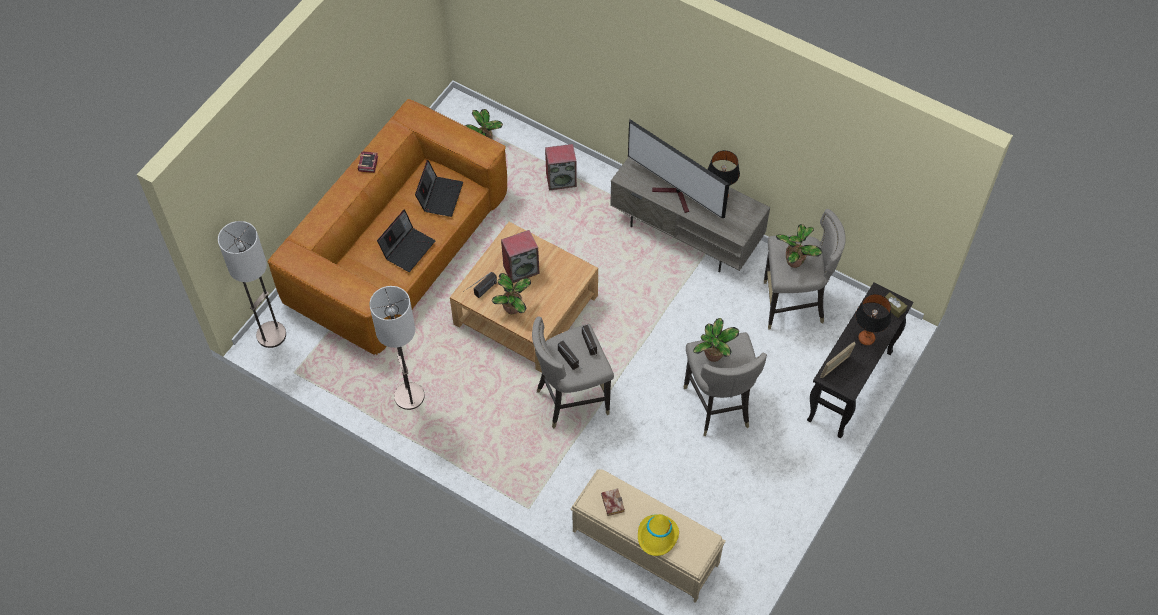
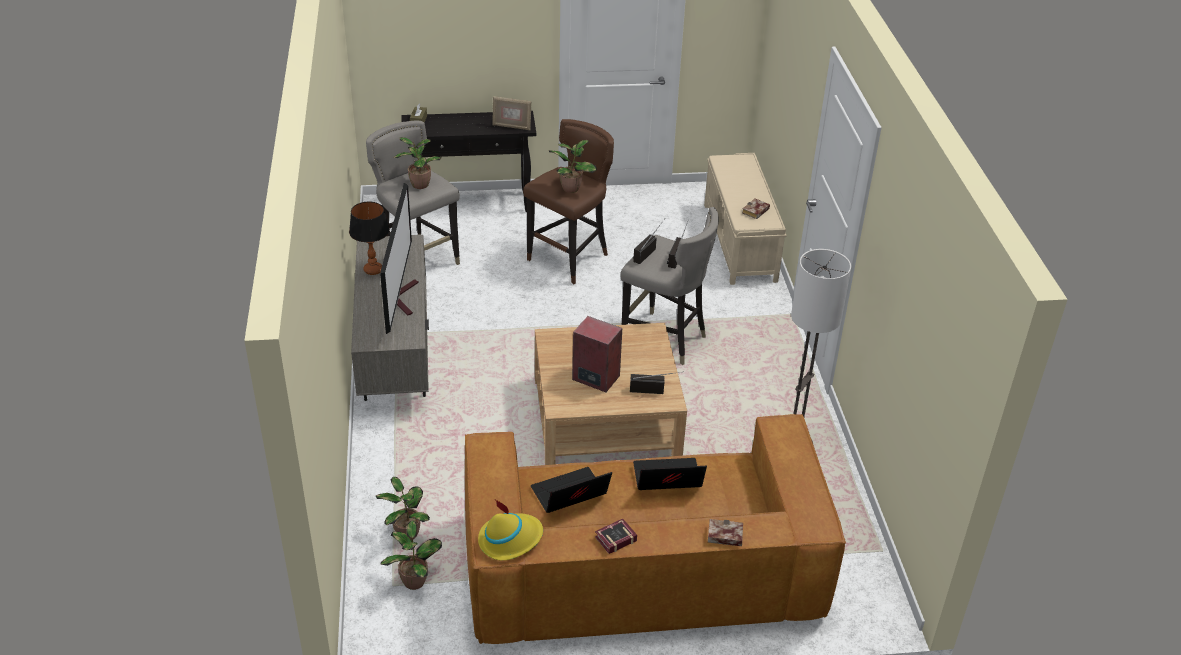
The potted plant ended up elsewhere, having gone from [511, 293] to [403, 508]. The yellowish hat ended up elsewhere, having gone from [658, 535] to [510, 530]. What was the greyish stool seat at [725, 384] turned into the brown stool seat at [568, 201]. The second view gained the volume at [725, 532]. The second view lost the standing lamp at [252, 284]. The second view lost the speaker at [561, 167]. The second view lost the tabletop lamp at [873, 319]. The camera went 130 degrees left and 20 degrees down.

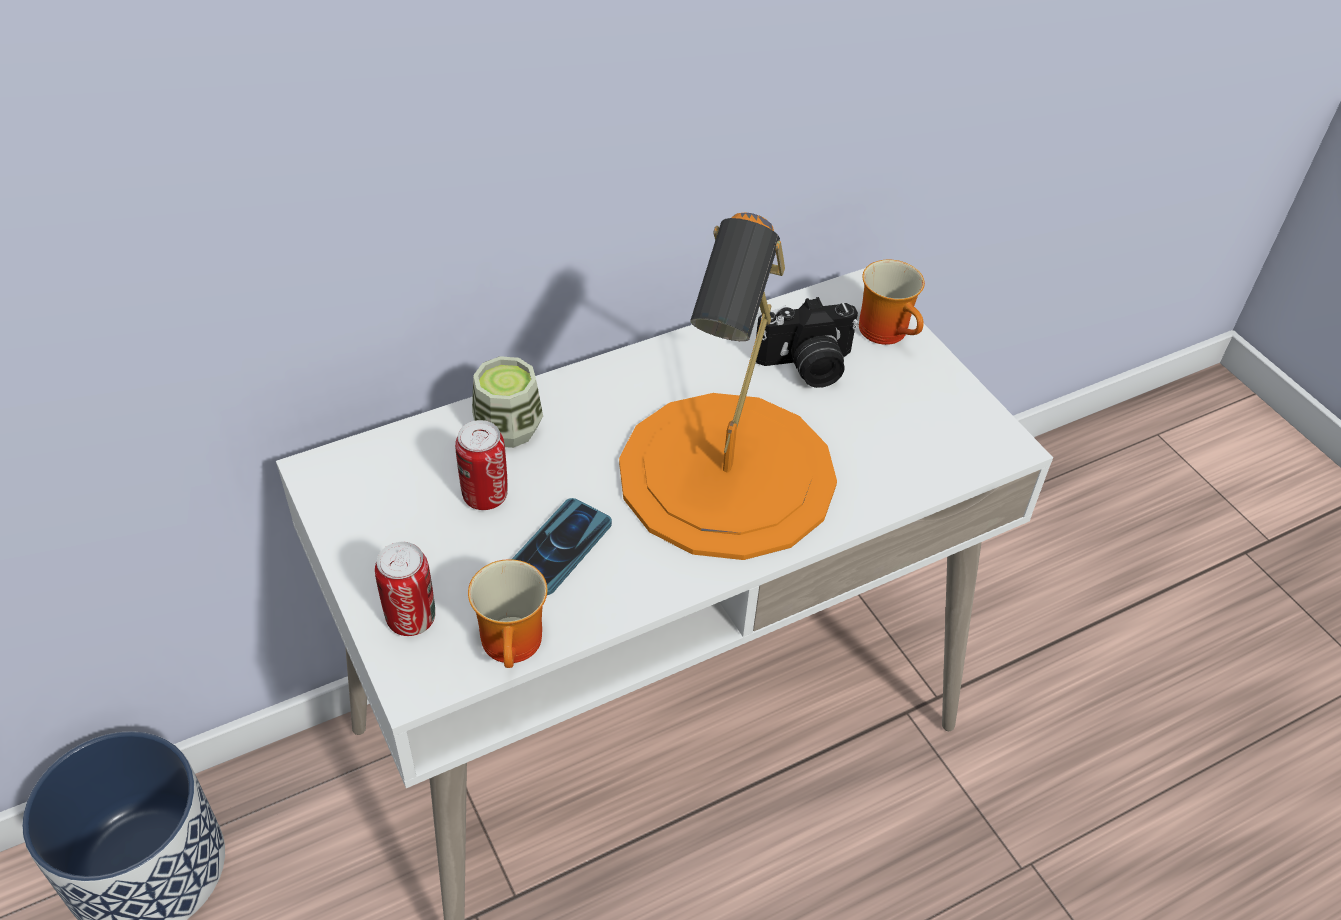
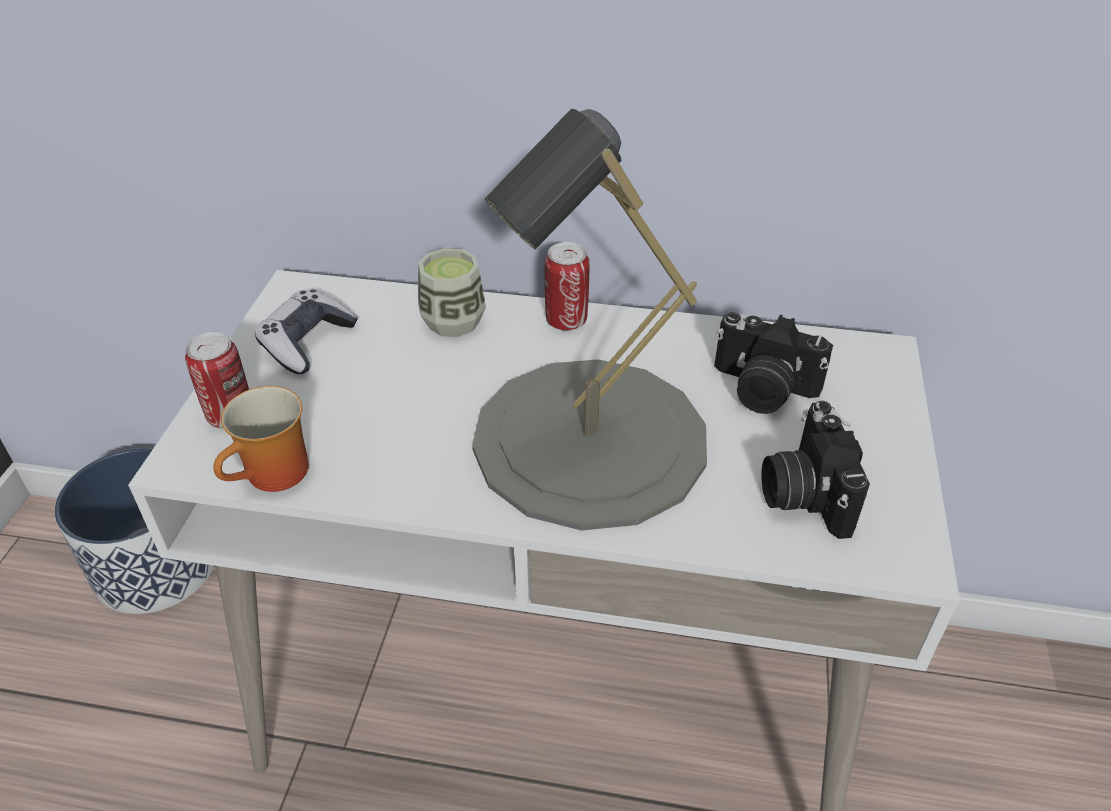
The second view gained the gamepad at [306, 331]. What was the orange tabletop lamp at [728, 386] turned into the greyish tabletop lamp at [589, 319]. The metal can ended up elsewhere, having gone from [481, 465] to [567, 286]. The second view gained the photo camera at [815, 470]. The second view lost the handset at [561, 546]. The second view lost the coffee mug at [892, 302]. The camera went 40 degrees right and 5 degrees down.

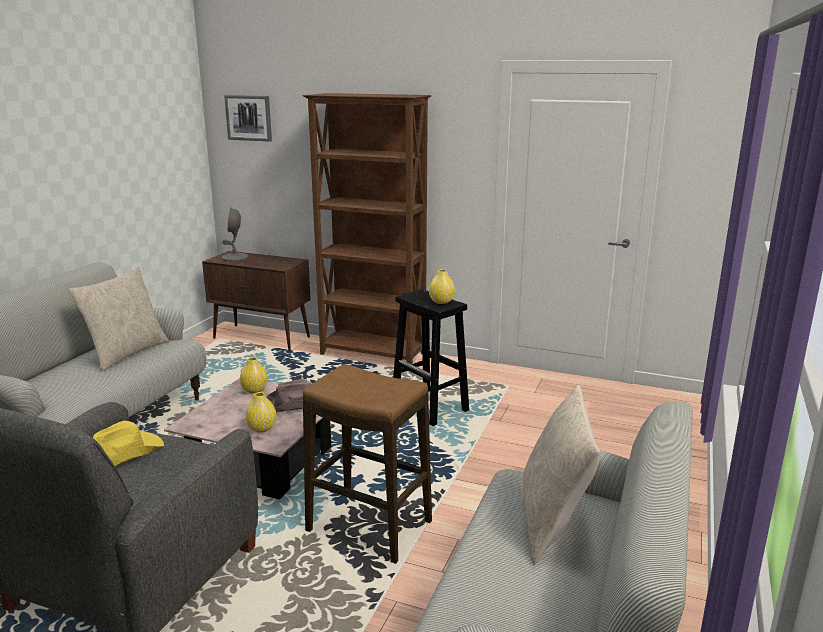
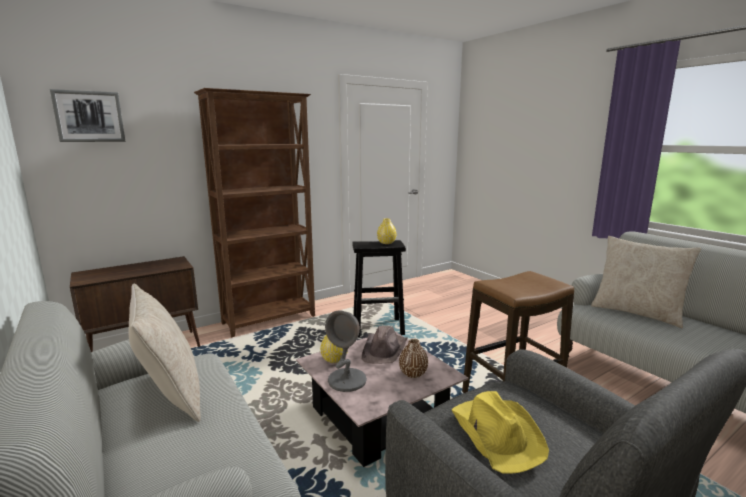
The greyish tabletop lamp ended up elsewhere, having gone from [235, 235] to [346, 351]. What was the yellowish decorative vase at [261, 412] turned into the brown decorative vase at [413, 358]. The camera went 55 degrees left and 5 degrees down.

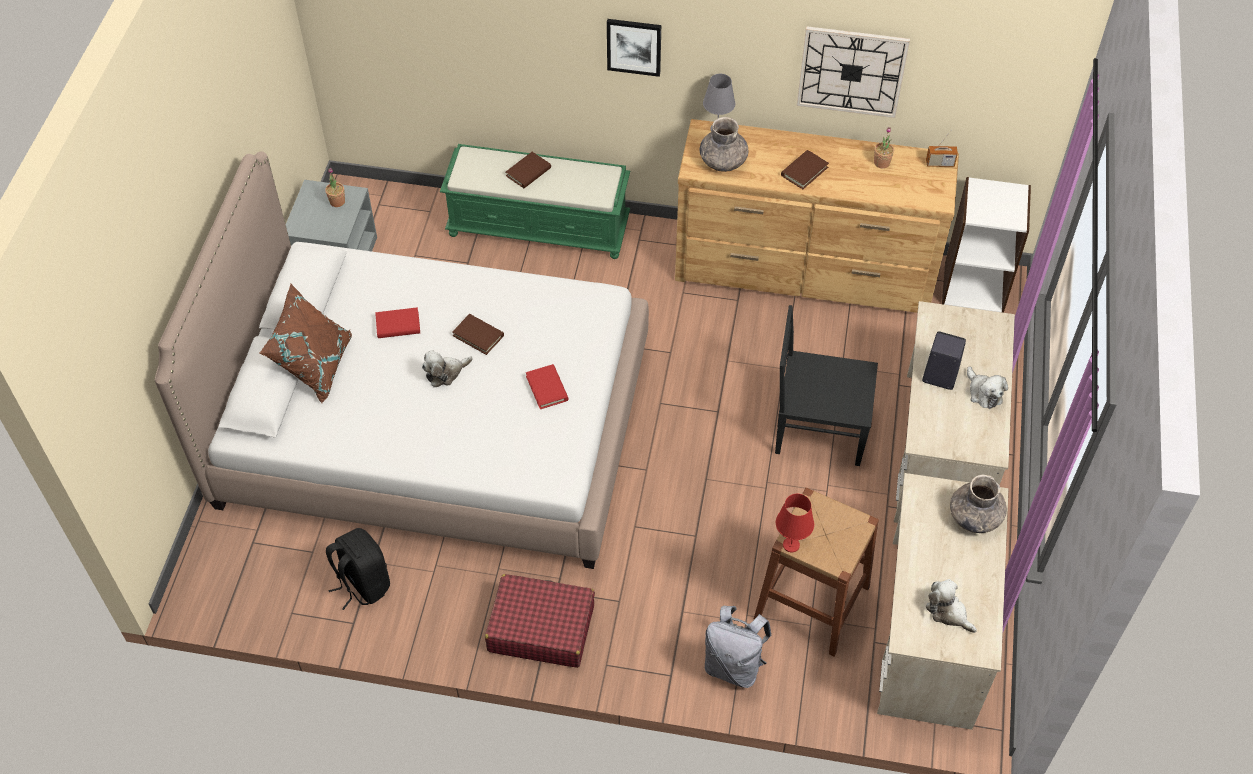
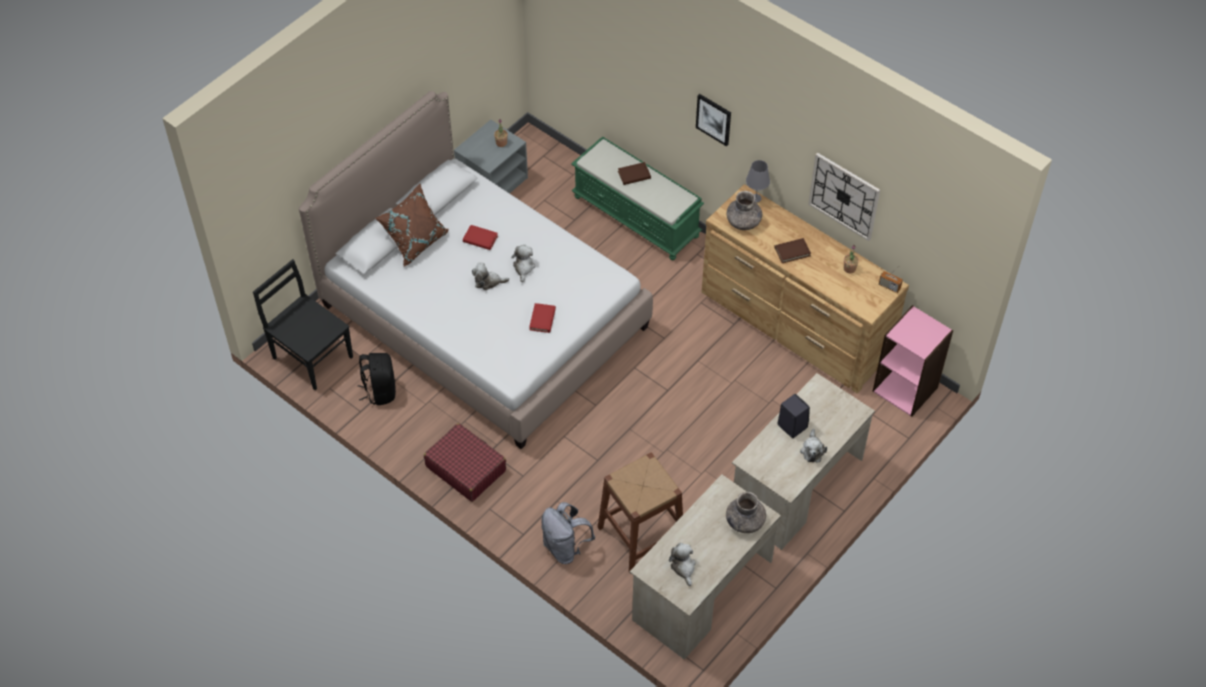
The black chair ended up elsewhere, having gone from [826, 385] to [303, 324]. Where the brown volume stood at [478, 334], the soft toy came to stand at [523, 263]. What was the white bookshelf at [986, 245] turned into the pink bookshelf at [912, 361]. The second view lost the red-coloured tabletop lamp at [795, 523]. The camera went 30 degrees right and 0 degrees up.

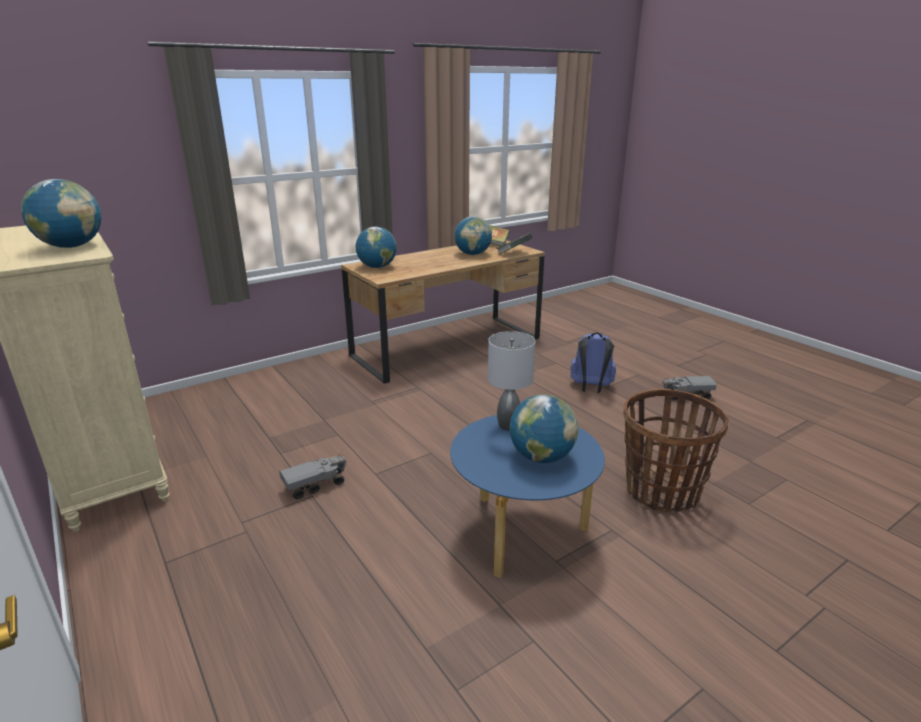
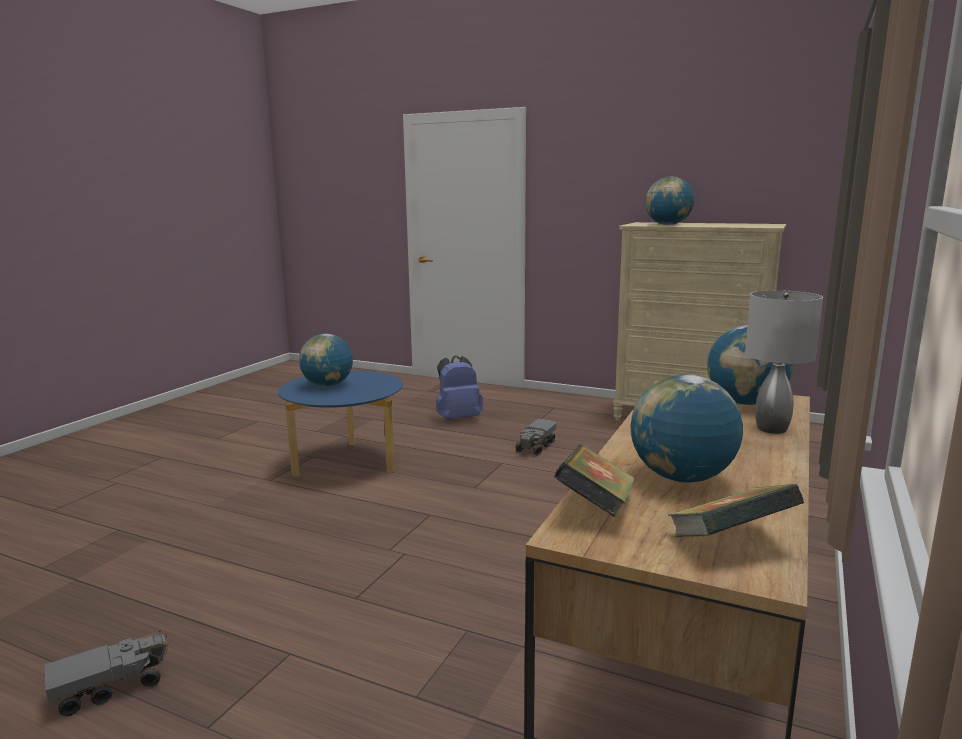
The bluish rucksack ended up elsewhere, having gone from [593, 363] to [459, 387]. The greyish tabletop lamp ended up elsewhere, having gone from [511, 381] to [784, 362]. The second view lost the storage basket at [676, 450]. The camera went 150 degrees right and 10 degrees down.

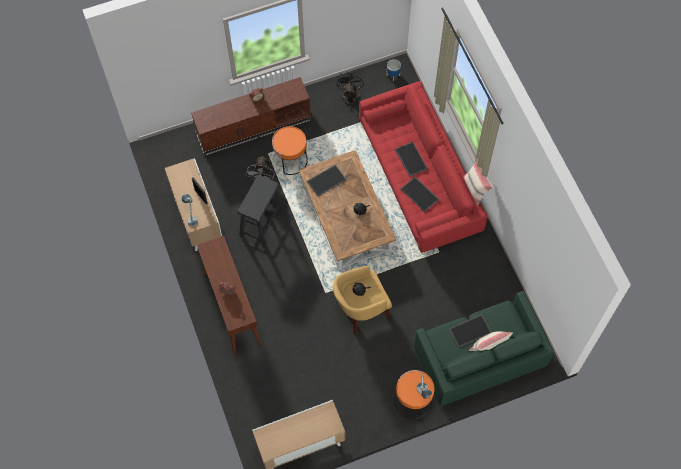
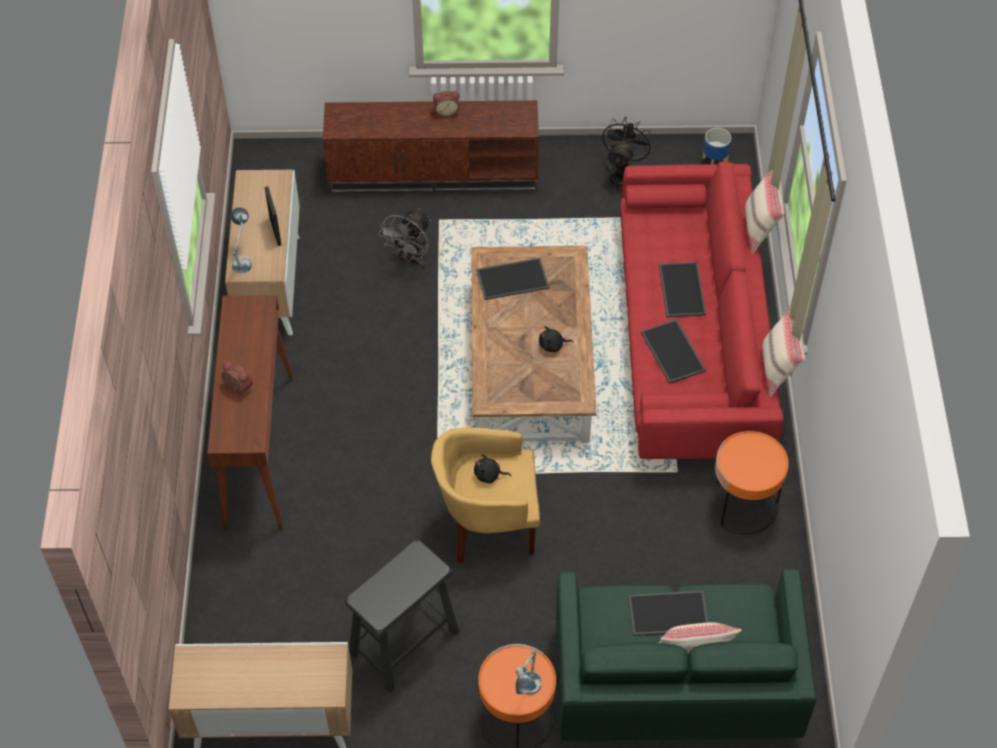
The black stool seat ended up elsewhere, having gone from [261, 211] to [401, 616]. The orange side table ended up elsewhere, having gone from [290, 150] to [752, 482]. The second view gained the beige throw pillow at [765, 212]. The camera went 20 degrees right and 10 degrees down.

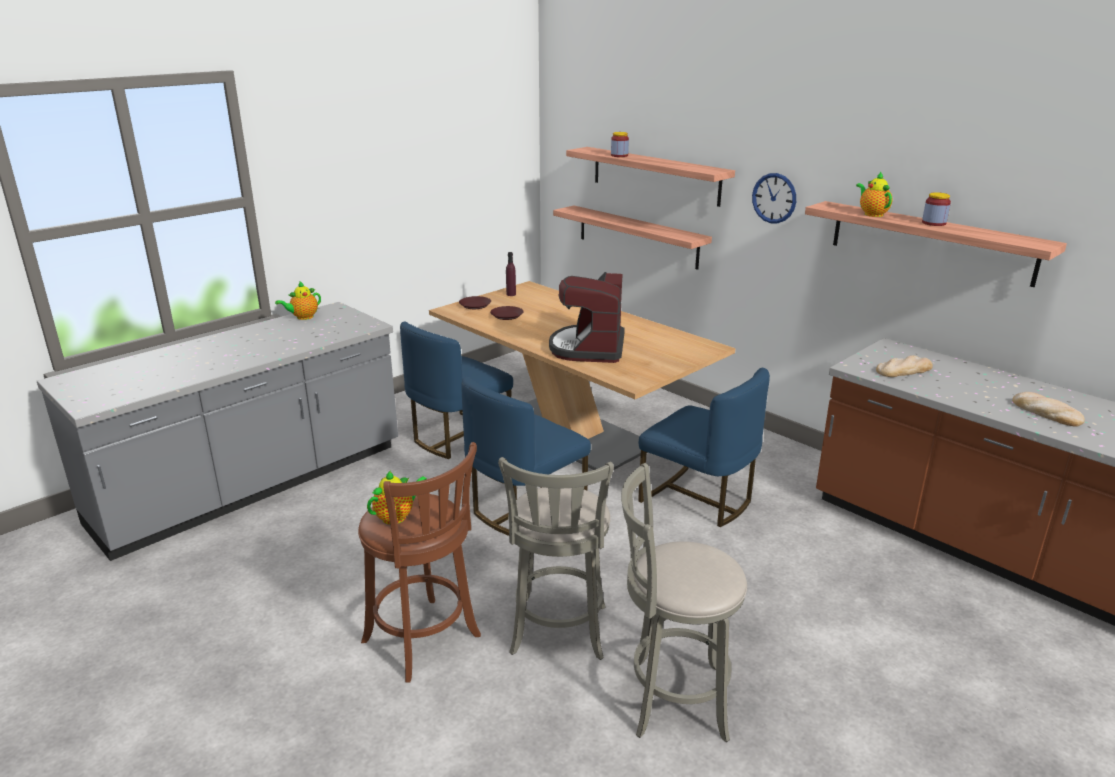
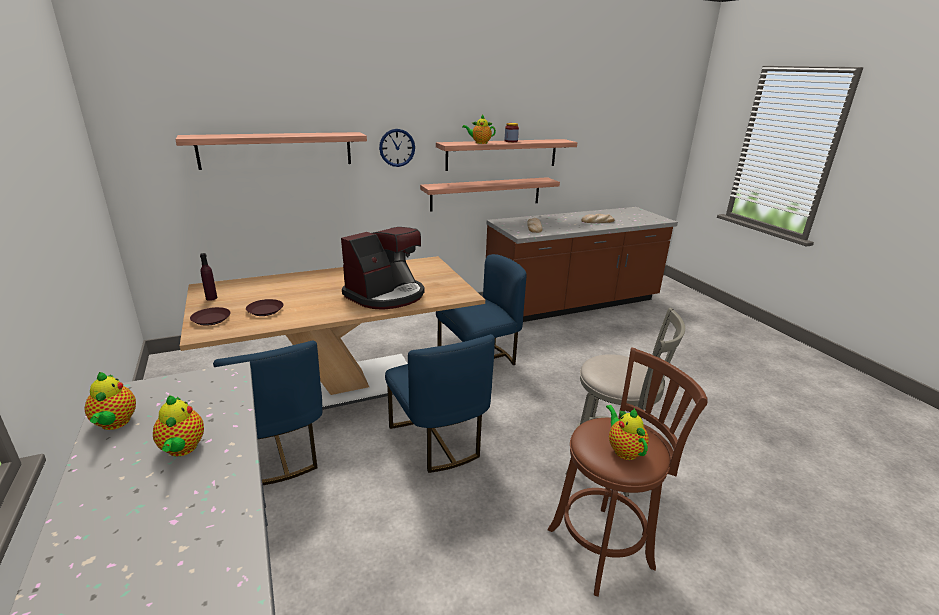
The second view gained the teapot at [178, 426]. The coffee brewer at [587, 317] ended up facing another way, 75 degrees counterclockwise from before. The bracket shelf ended up elsewhere, having gone from [632, 237] to [490, 194]. The second view lost the storage jar at [620, 144]. The second view lost the greyish stool seat at [684, 602]. The camera went 70 degrees left and 0 degrees up.

